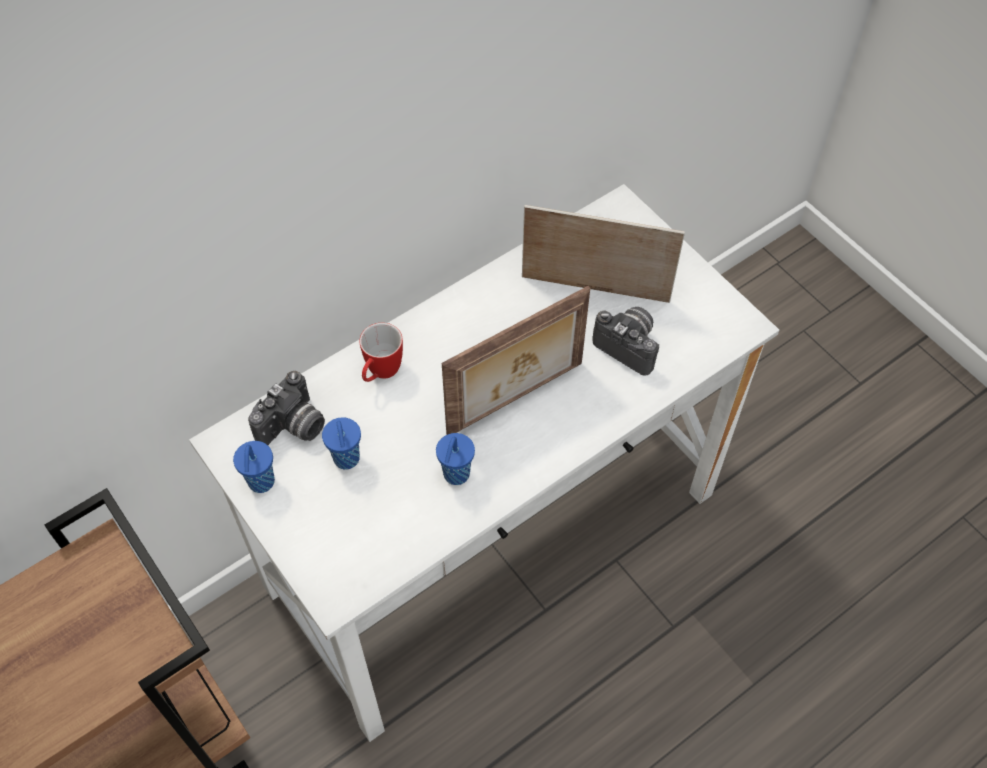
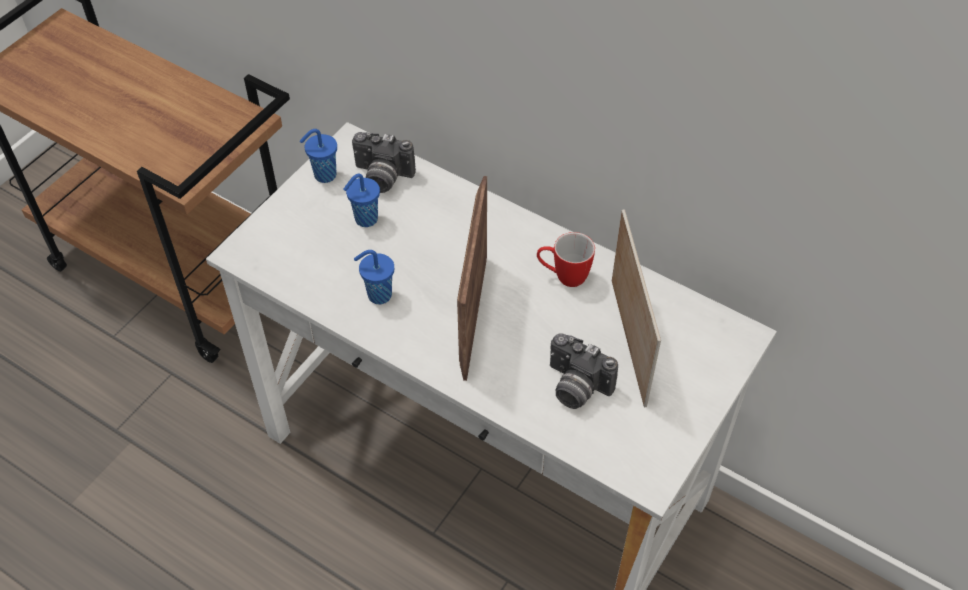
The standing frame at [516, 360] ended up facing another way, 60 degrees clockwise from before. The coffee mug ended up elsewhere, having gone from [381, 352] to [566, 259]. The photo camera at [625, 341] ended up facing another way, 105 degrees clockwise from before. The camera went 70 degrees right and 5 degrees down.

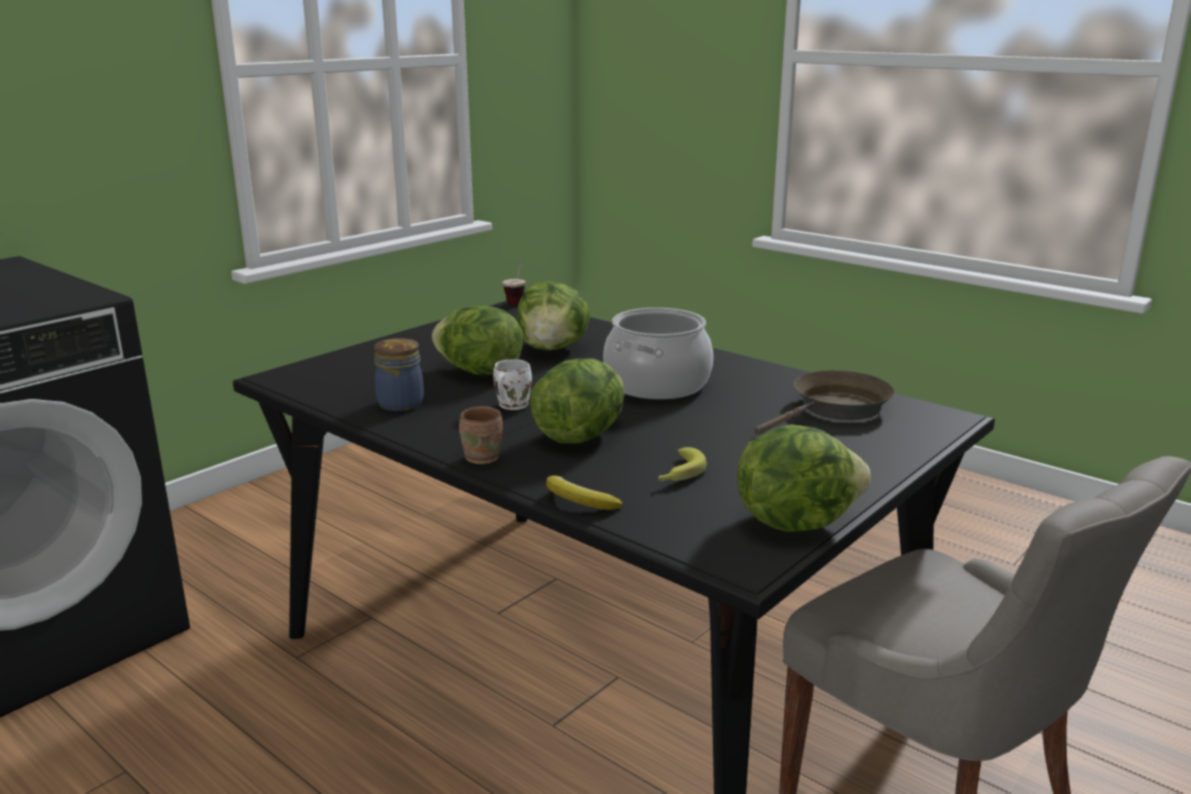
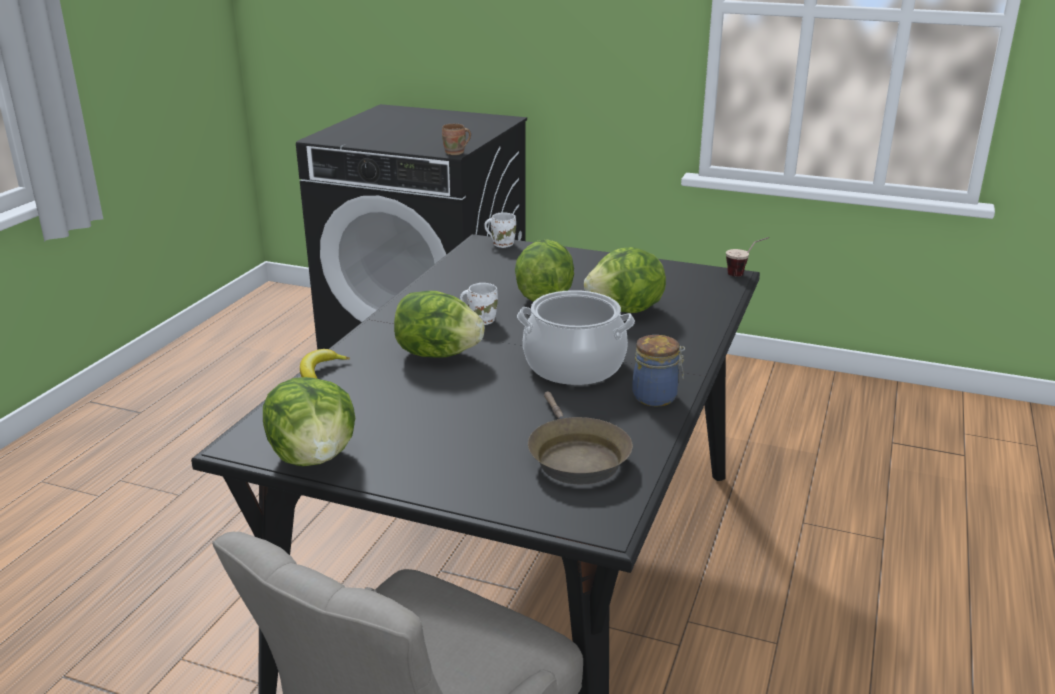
The brown coffee mug ended up elsewhere, having gone from [481, 435] to [456, 139]. The second view gained the white coffee mug at [500, 230]. The brown skillet at [824, 402] ended up facing another way, 45 degrees clockwise from before. The storage jar ended up elsewhere, having gone from [399, 374] to [658, 371]. The second view lost the banana at [682, 464]. The camera went 70 degrees right and 5 degrees up.

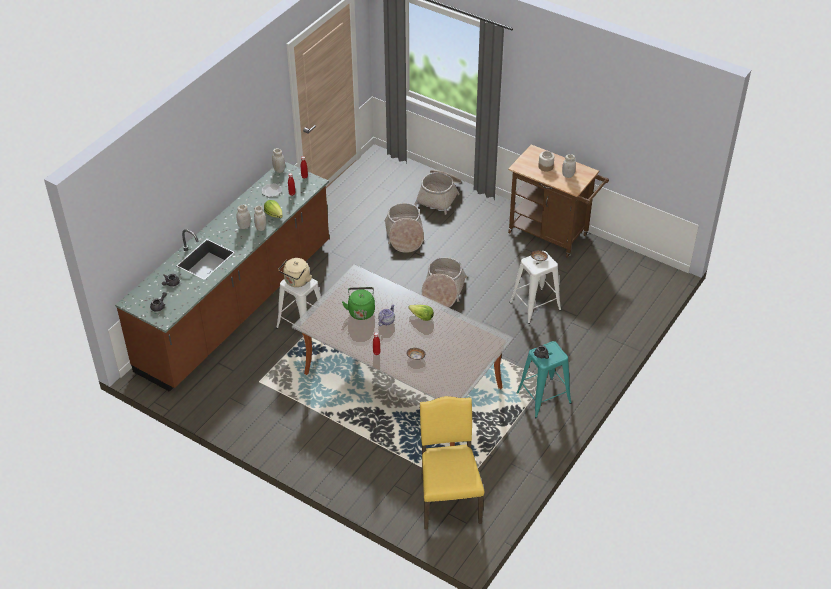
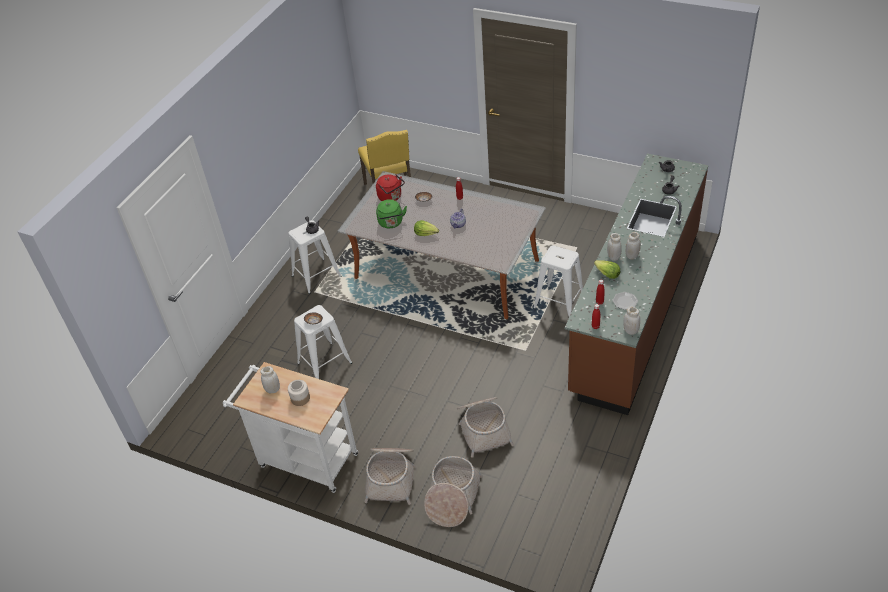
What was the brown trolley at [558, 201] turned into the white trolley at [290, 427]. What was the blue-green stool seat at [544, 379] turned into the white stool seat at [315, 257]. The storage basket ended up elsewhere, having gone from [444, 282] to [390, 476]. The second view gained the red-coloured kettle at [390, 187]. The green-coloured kettle ended up elsewhere, having gone from [358, 303] to [391, 213]. The second view lost the beige kettle at [295, 272]. The camera went 175 degrees right and 0 degrees up.

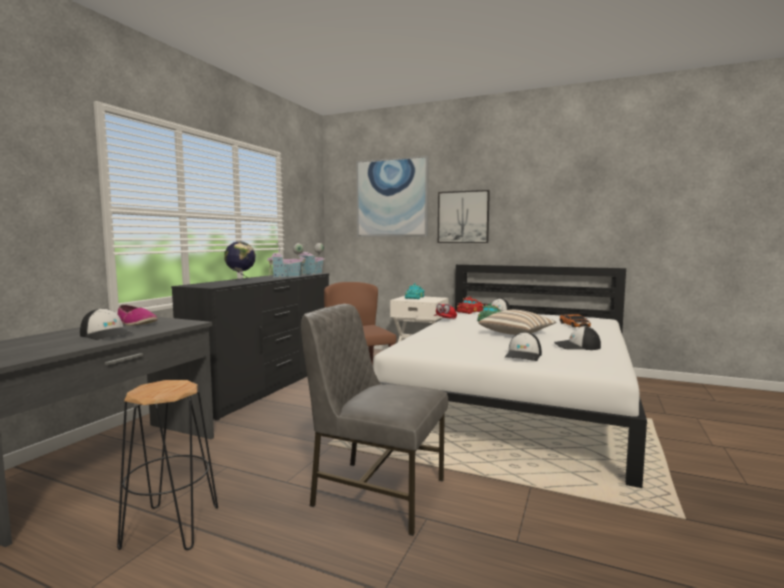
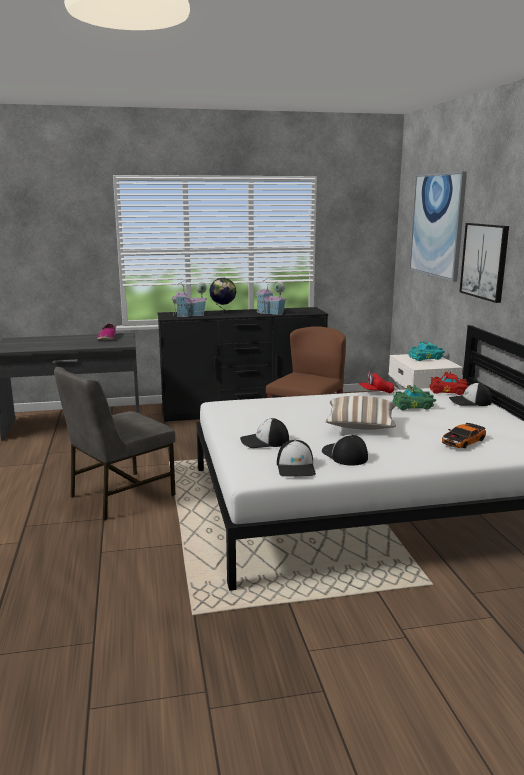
The greyish chair at [374, 420] ended up facing another way, 120 degrees counterclockwise from before. The toy house ended up elsewhere, having gone from [310, 258] to [189, 298]. The baseball cap ended up elsewhere, having gone from [107, 324] to [296, 458]. The second view lost the black stool seat at [167, 465]. The camera went 55 degrees right and 10 degrees up.

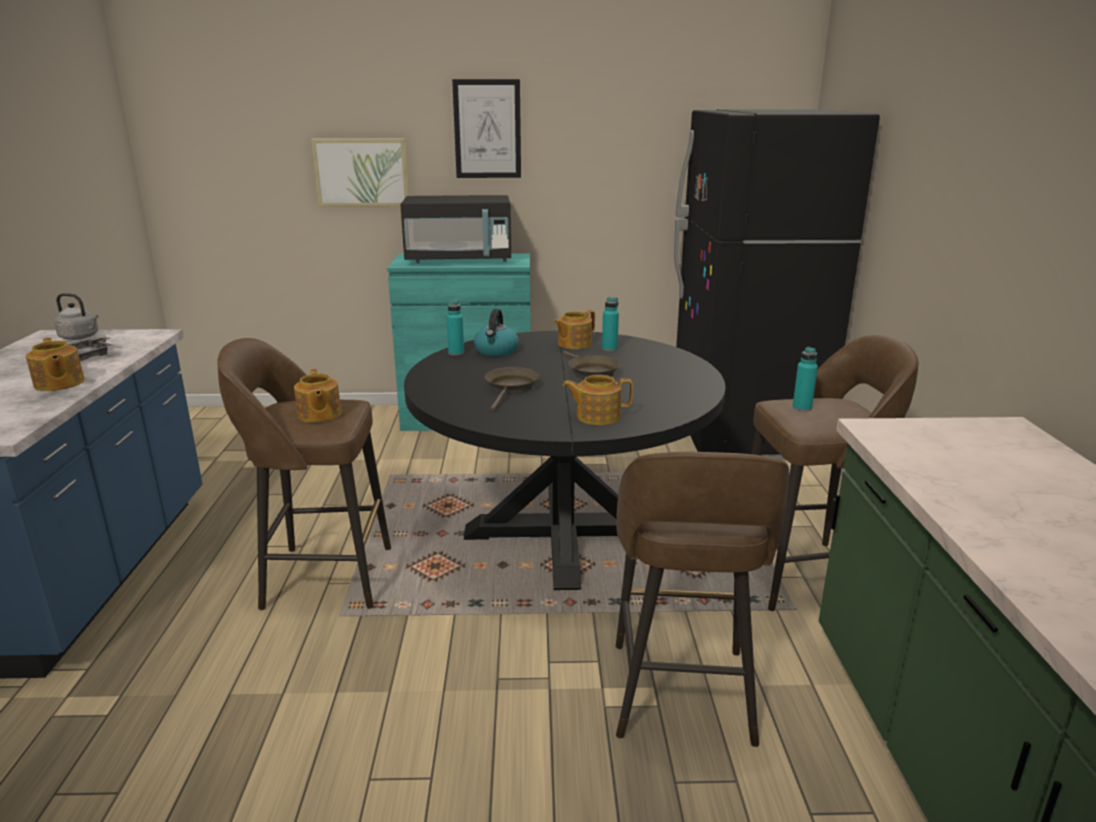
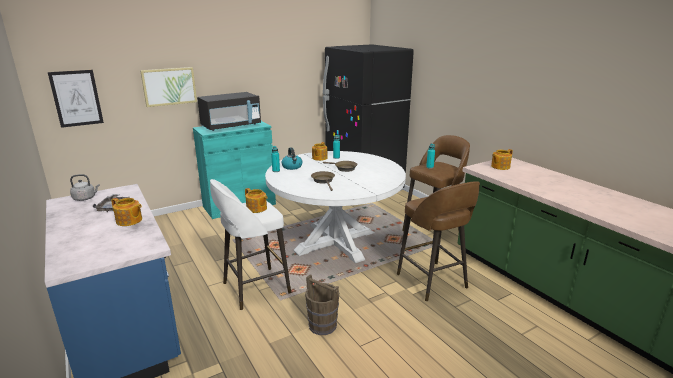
The wall picture ended up elsewhere, having gone from [486, 128] to [76, 99]. What was the brown stool seat at [304, 474] turned into the white stool seat at [250, 244]. What was the black kitchen table at [564, 460] turned into the white kitchen table at [335, 207]. The second view gained the brown pail at [322, 304]. The teapot ended up elsewhere, having gone from [598, 400] to [502, 159]. The camera went 30 degrees left and 0 degrees up.

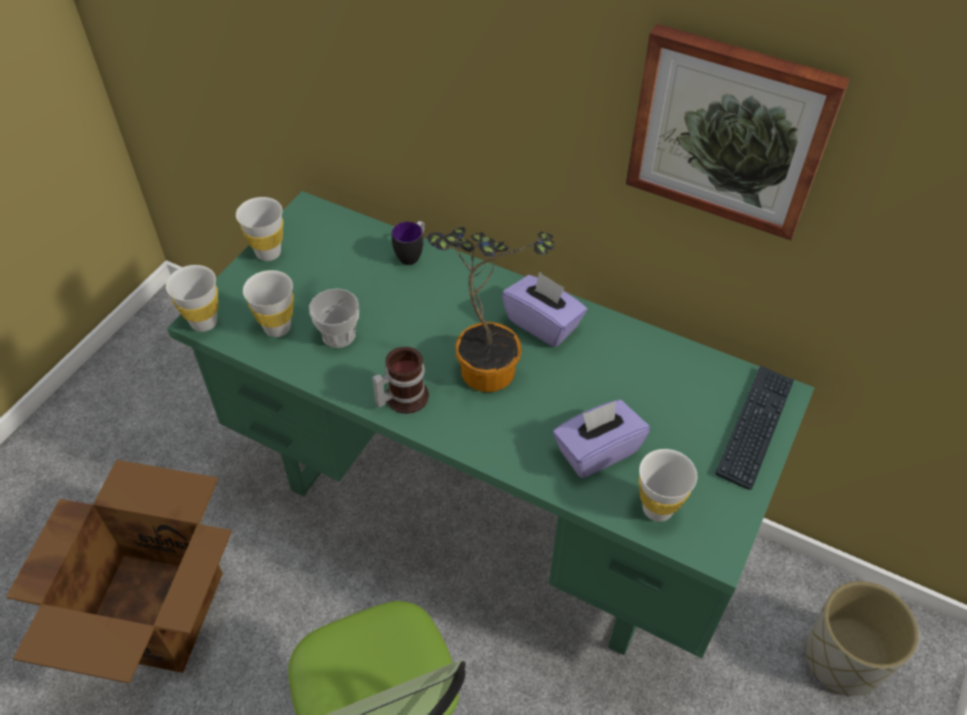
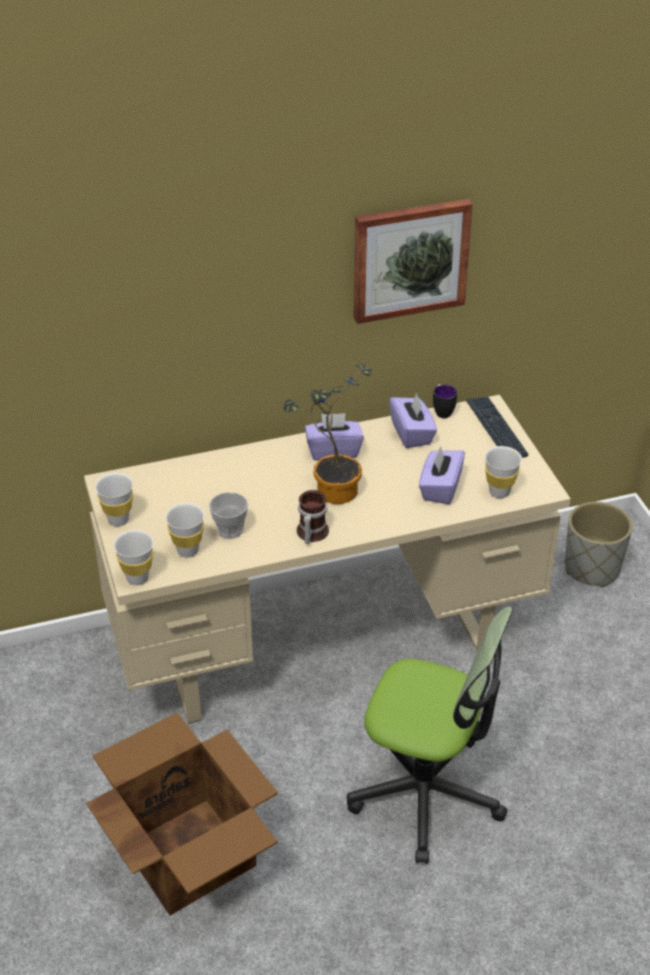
What was the green-coloured desk unit at [491, 424] turned into the beige desk unit at [327, 559]. The second view gained the purple-coloured tissue holder at [413, 420]. The coffee mug ended up elsewhere, having gone from [408, 243] to [445, 401]. The camera went 45 degrees left and 10 degrees down.

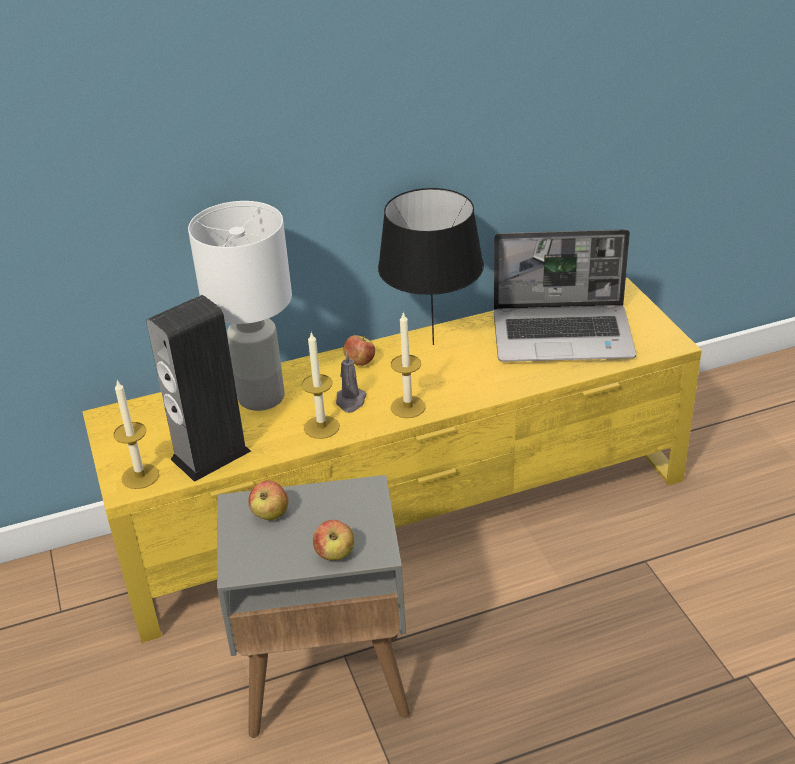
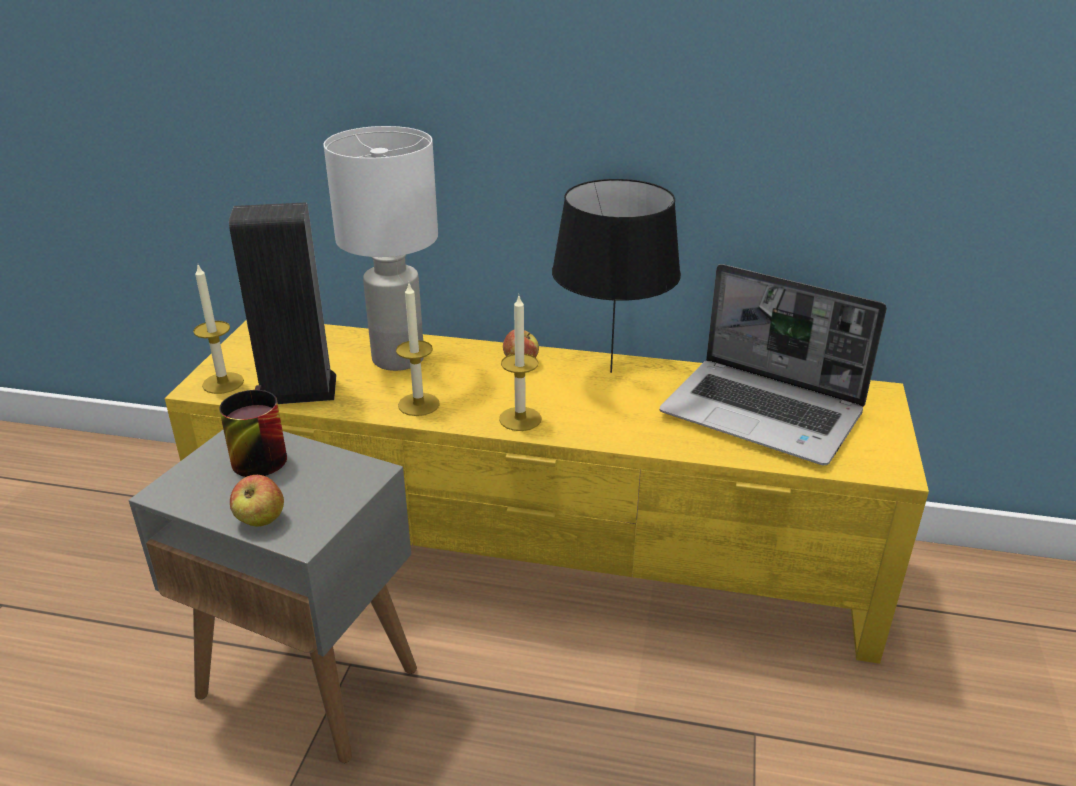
Where the whole apple stood at [268, 500], the coffee mug came to stand at [253, 431]. The second view lost the greyish wax candle at [351, 382]. The camera went 30 degrees right and 5 degrees down.

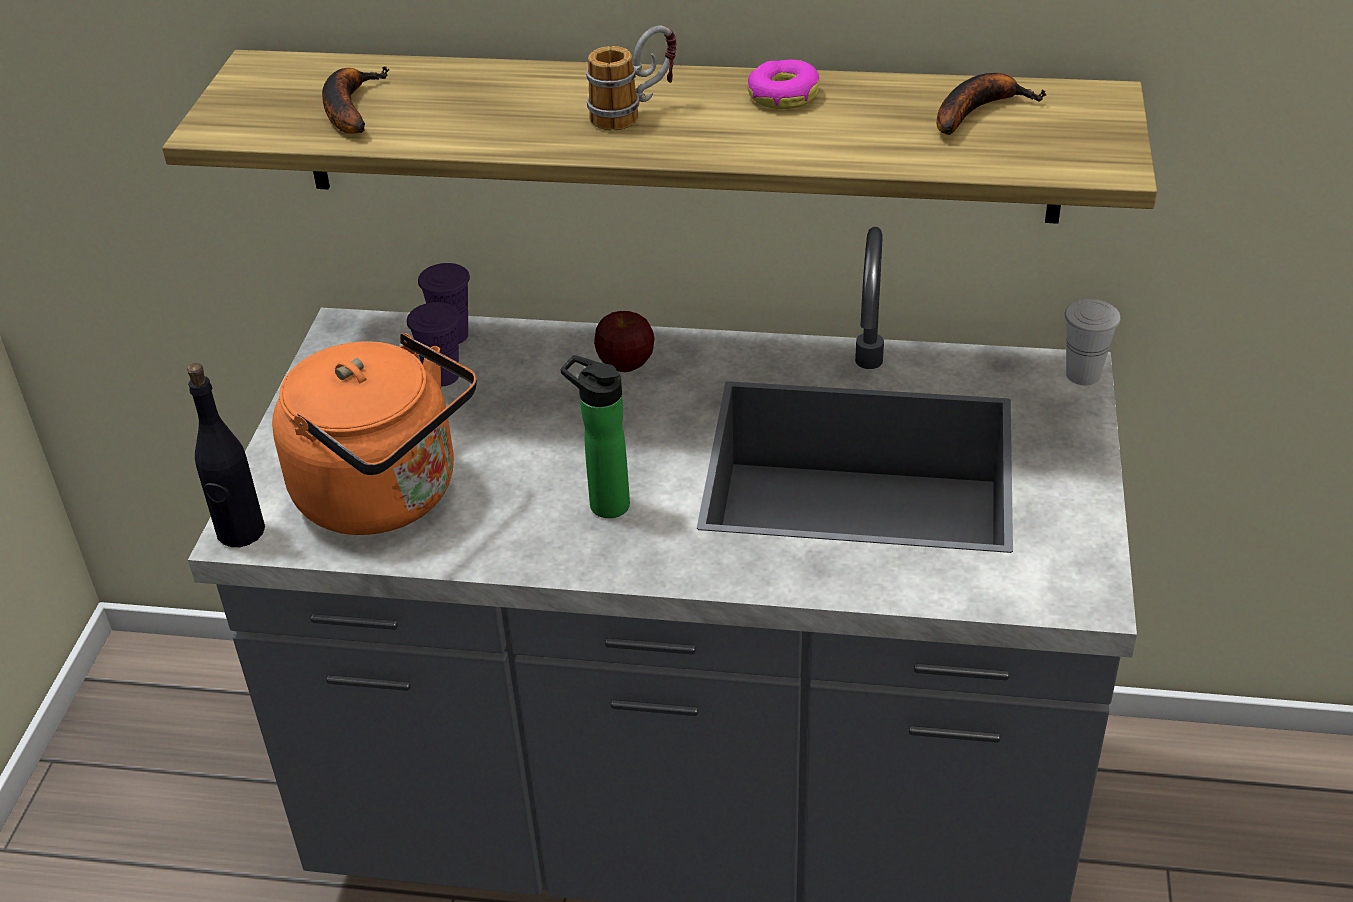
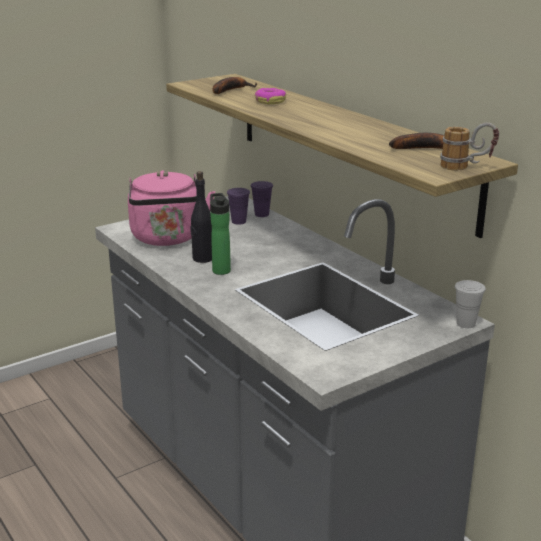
What was the orange kettle at [374, 434] turned into the pink kettle at [171, 208]. The black drink bottle ended up elsewhere, having gone from [226, 455] to [201, 217]. The doughnut ended up elsewhere, having gone from [783, 84] to [270, 96]. The coffee mug ended up elsewhere, having gone from [631, 78] to [469, 147]. The second view lost the whole apple at [624, 341]. The camera went 45 degrees right and 15 degrees down.

